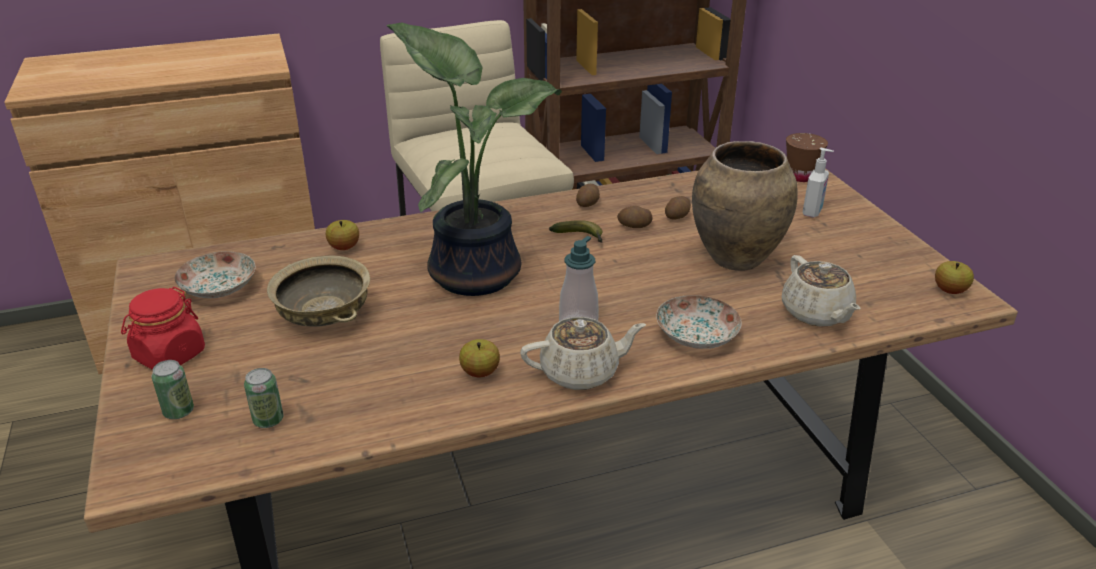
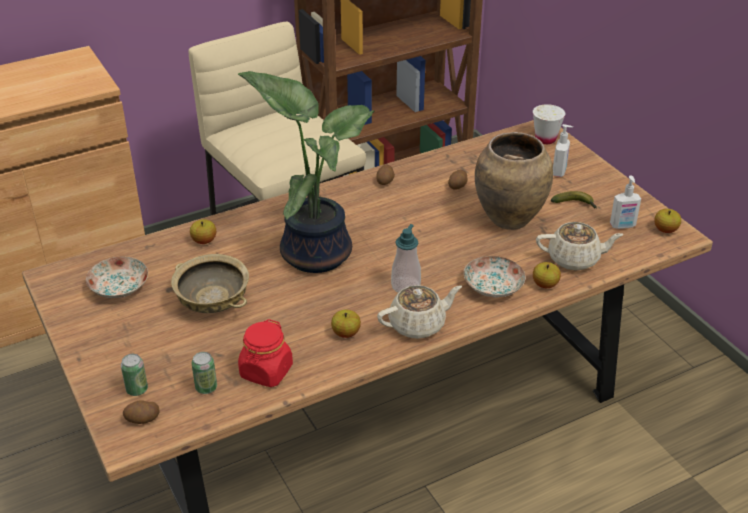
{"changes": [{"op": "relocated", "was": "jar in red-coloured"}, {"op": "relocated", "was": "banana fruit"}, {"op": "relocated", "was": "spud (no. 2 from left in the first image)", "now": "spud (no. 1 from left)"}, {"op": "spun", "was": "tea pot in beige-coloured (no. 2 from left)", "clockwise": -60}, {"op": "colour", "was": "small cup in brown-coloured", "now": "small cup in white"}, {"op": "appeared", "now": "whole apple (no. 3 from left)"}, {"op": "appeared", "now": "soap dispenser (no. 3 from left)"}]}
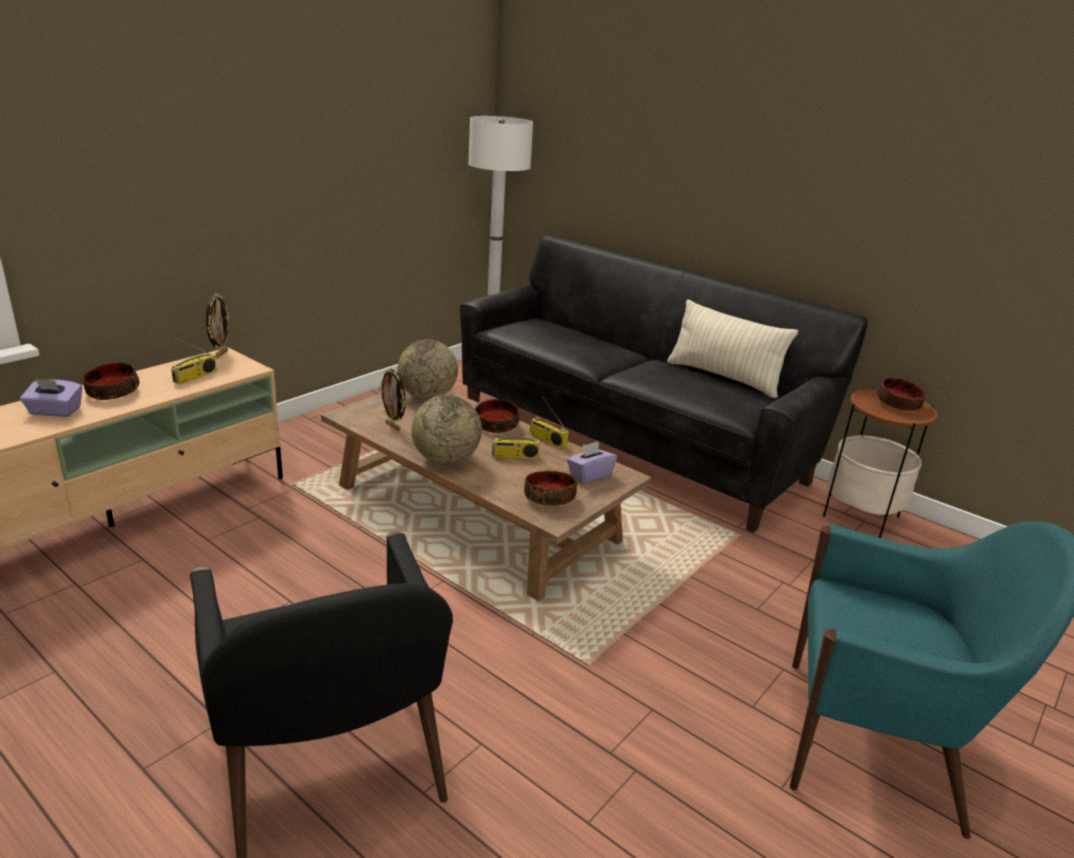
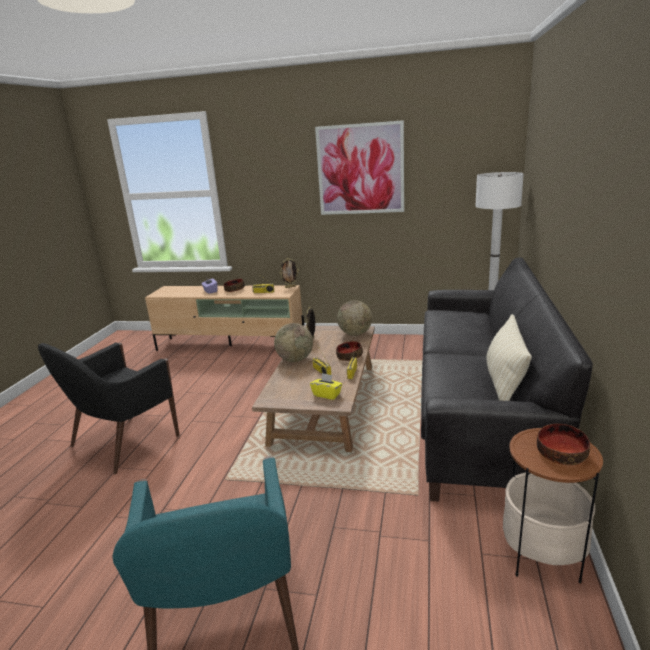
{"changes": [{"op": "missing", "was": "serving bowl (no. 3 from left)"}, {"op": "colour", "was": "tissue box in purplish (no. 2 from left)", "now": "tissue box in yellowish"}, {"op": "appeared", "now": "wall picture"}]}
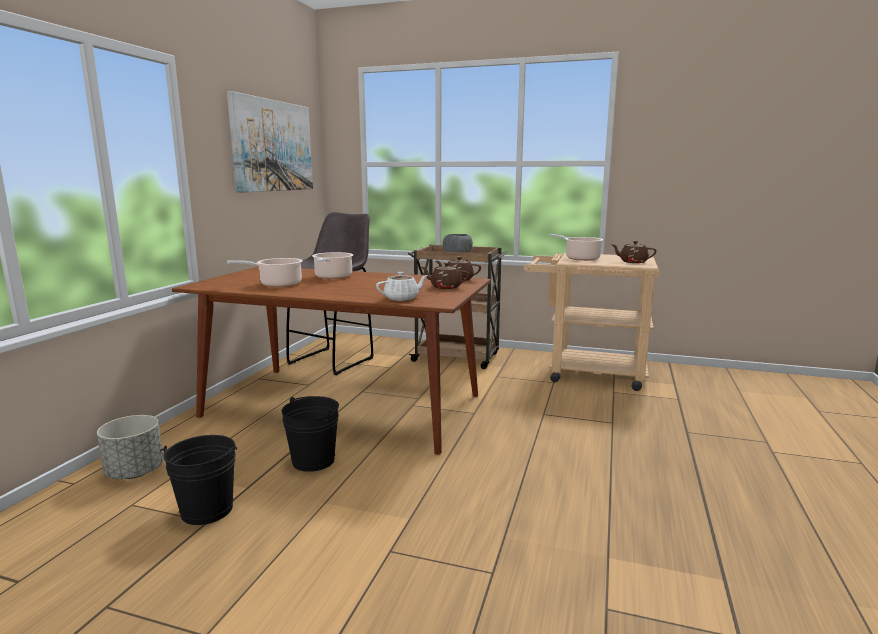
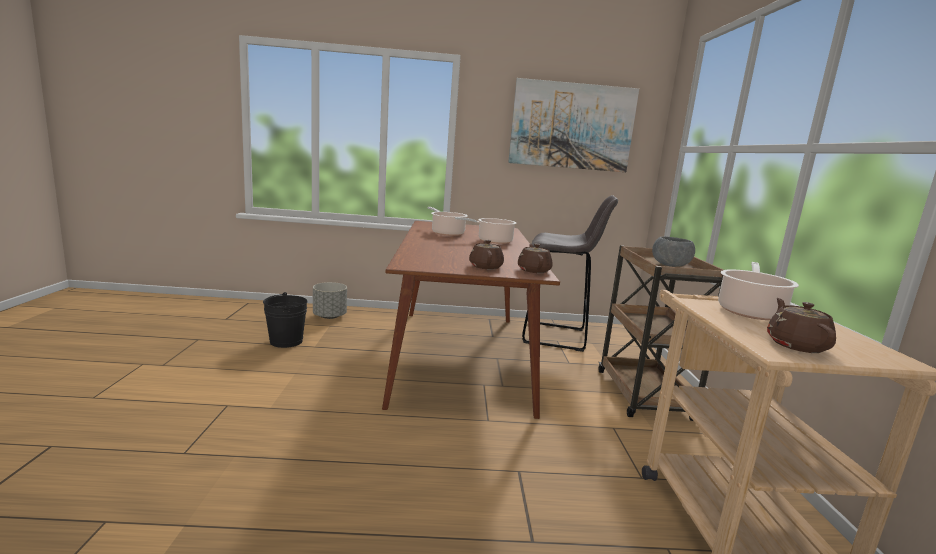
{"changes": [{"op": "missing", "was": "pail in blackish (no. 2 from left)"}, {"op": "missing", "was": "tea pot in white"}]}
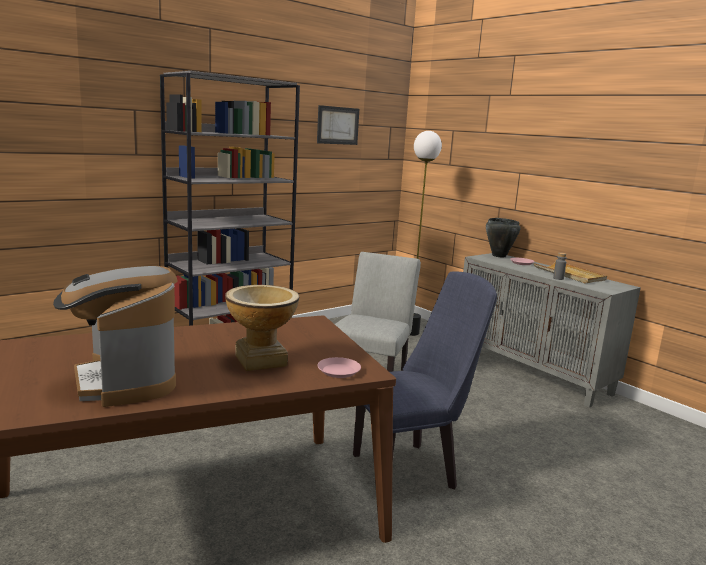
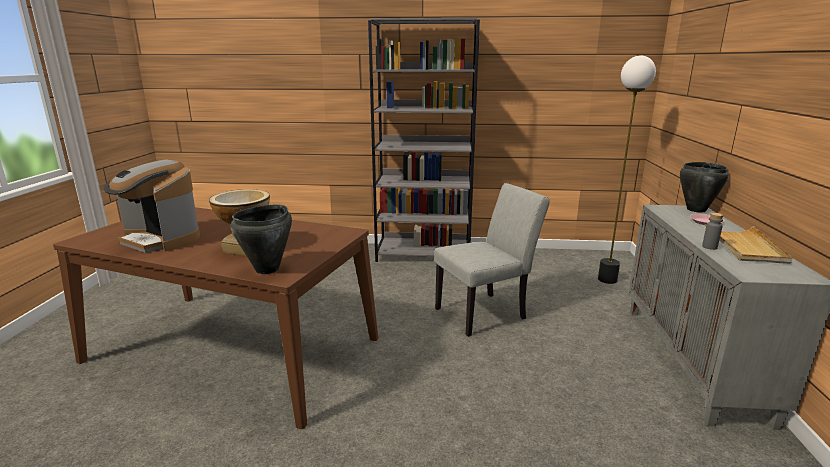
{"changes": [{"op": "spun", "was": "coffee maker", "clockwise": -75}, {"op": "missing", "was": "wall picture"}, {"op": "exchanged", "was": "plate in pink (no. 1 from left)", "now": "cooking pot in blackish (no. 1 from left)"}, {"op": "missing", "was": "plain chair in blue-coloured"}]}
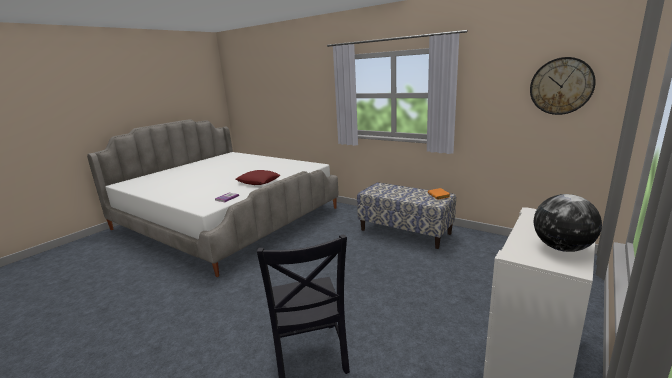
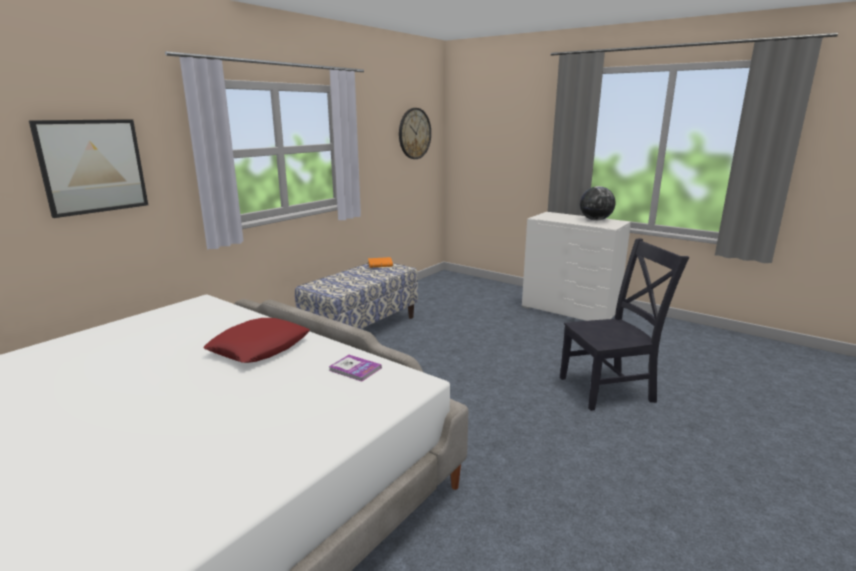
{"changes": [{"op": "appeared", "now": "wall picture"}]}
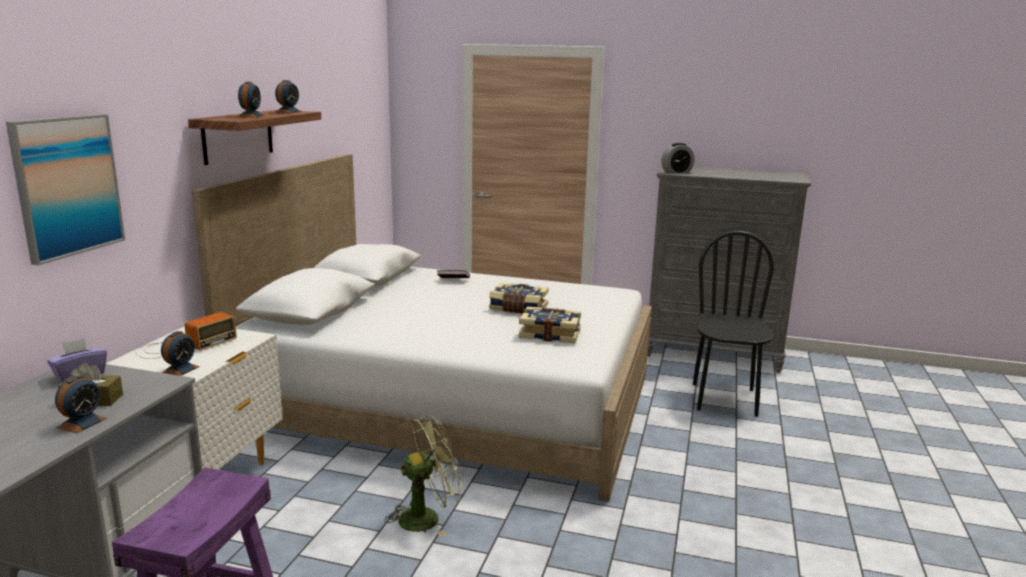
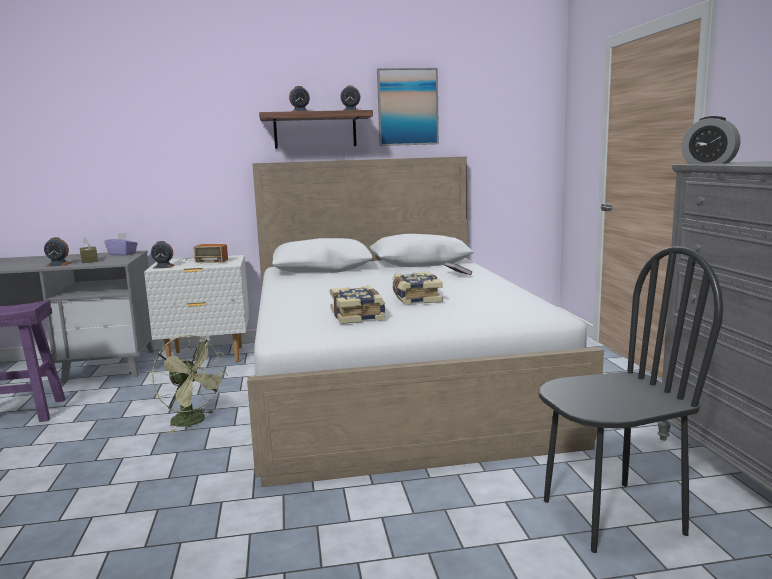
{"changes": [{"op": "relocated", "was": "wall picture"}]}
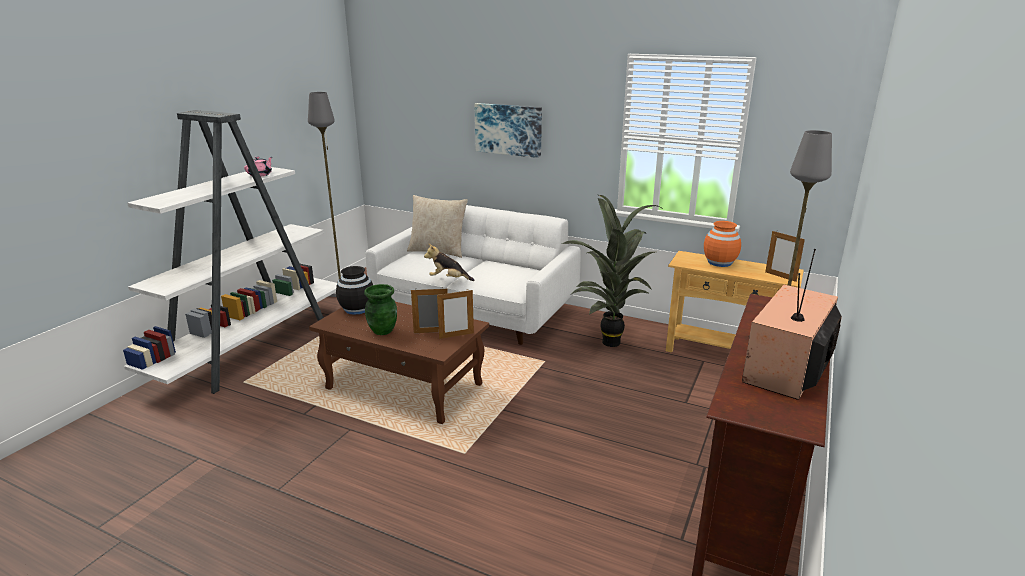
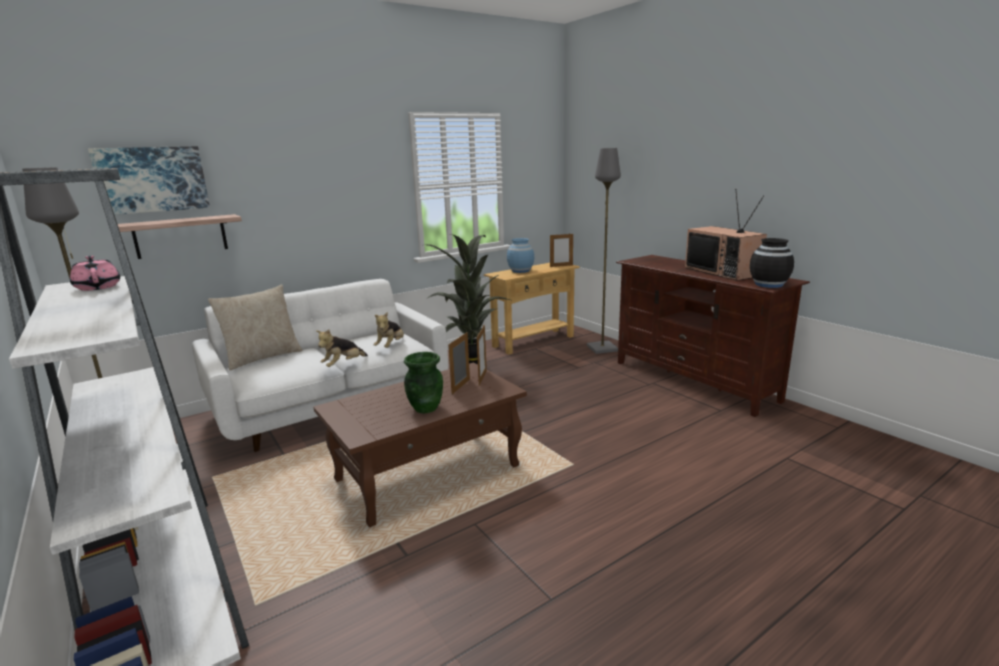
{"changes": [{"op": "relocated", "was": "vase in blackish"}, {"op": "relocated", "was": "wall picture"}, {"op": "colour", "was": "vase in orangey", "now": "vase in blue-coloured"}, {"op": "appeared", "now": "wall shelf"}, {"op": "appeared", "now": "plush toy (no. 2 from left)"}]}
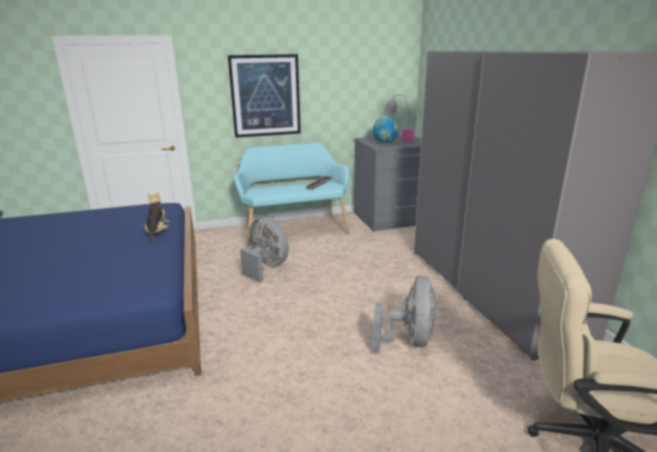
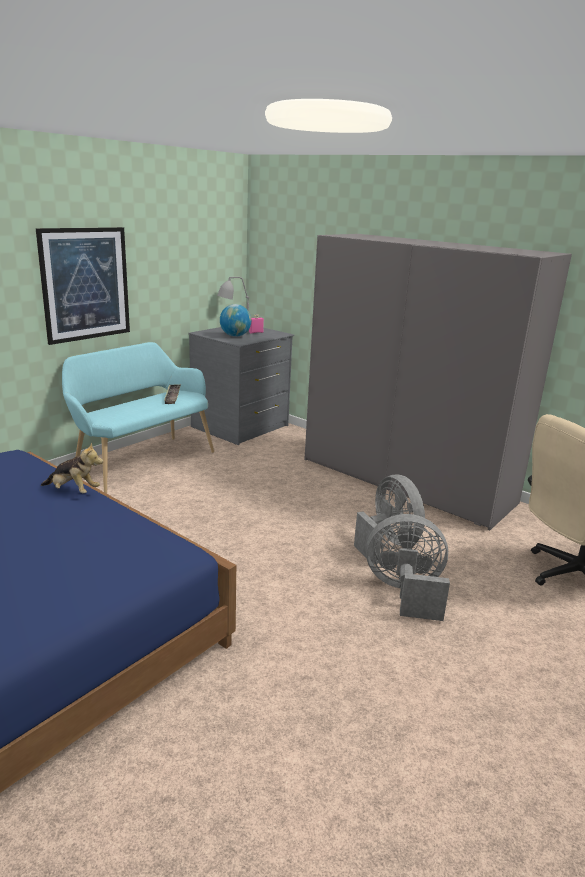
{"changes": [{"op": "spun", "was": "plush toy", "clockwise": 150}, {"op": "relocated", "was": "cooling fan in grey (no. 1 from left in the first image)", "now": "cooling fan in grey (no. 2 from left)"}]}
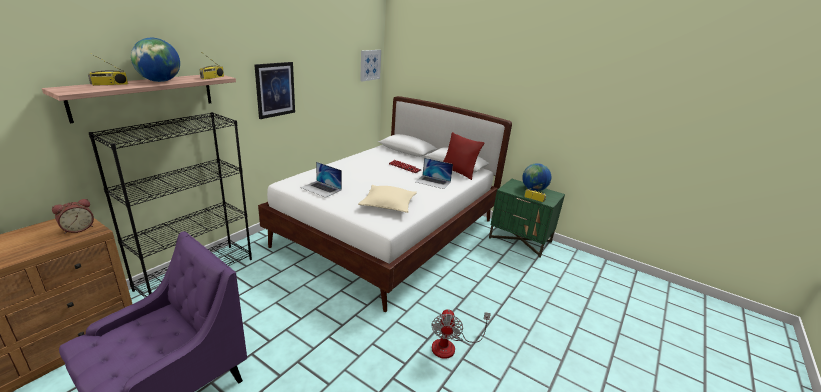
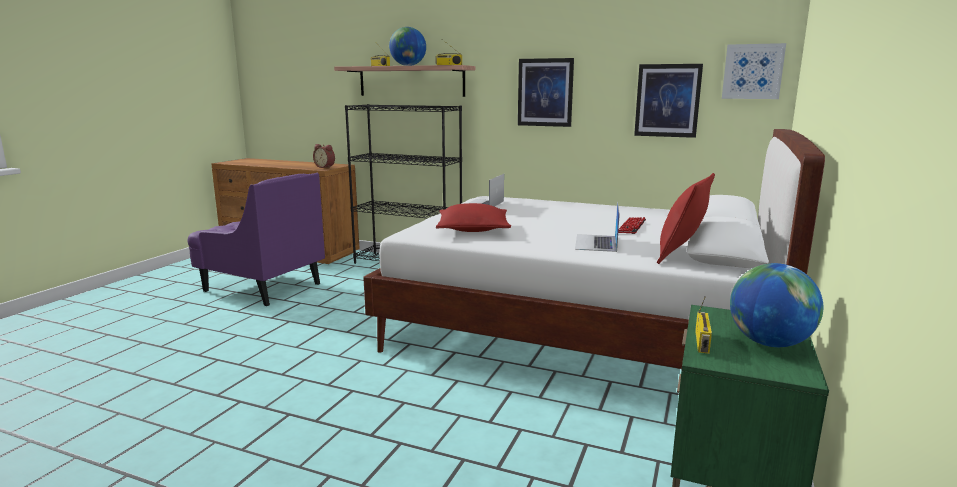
{"changes": [{"op": "colour", "was": "pillow in beige-coloured", "now": "pillow in red-coloured (no. 1 from left)"}, {"op": "missing", "was": "cooling fan"}, {"op": "appeared", "now": "wall picture (no. 2 from left)"}]}
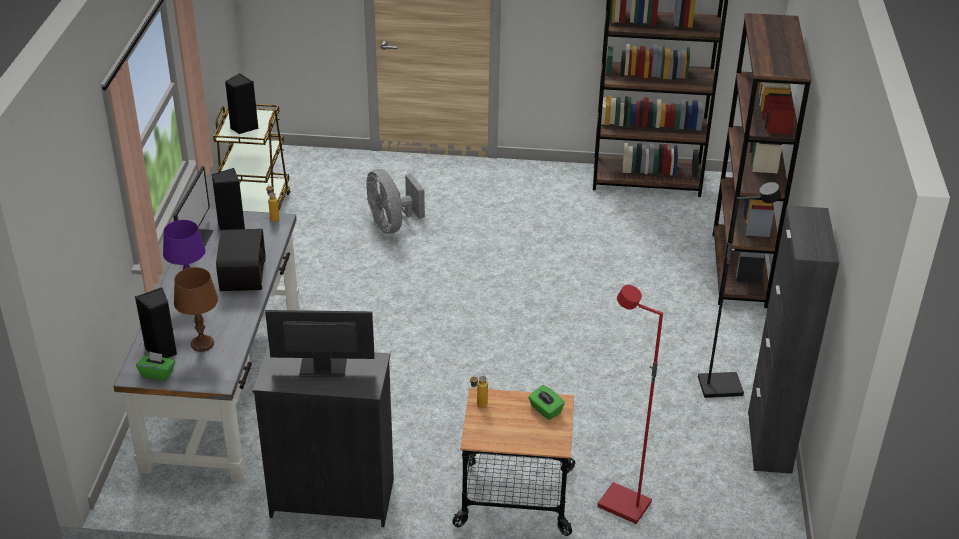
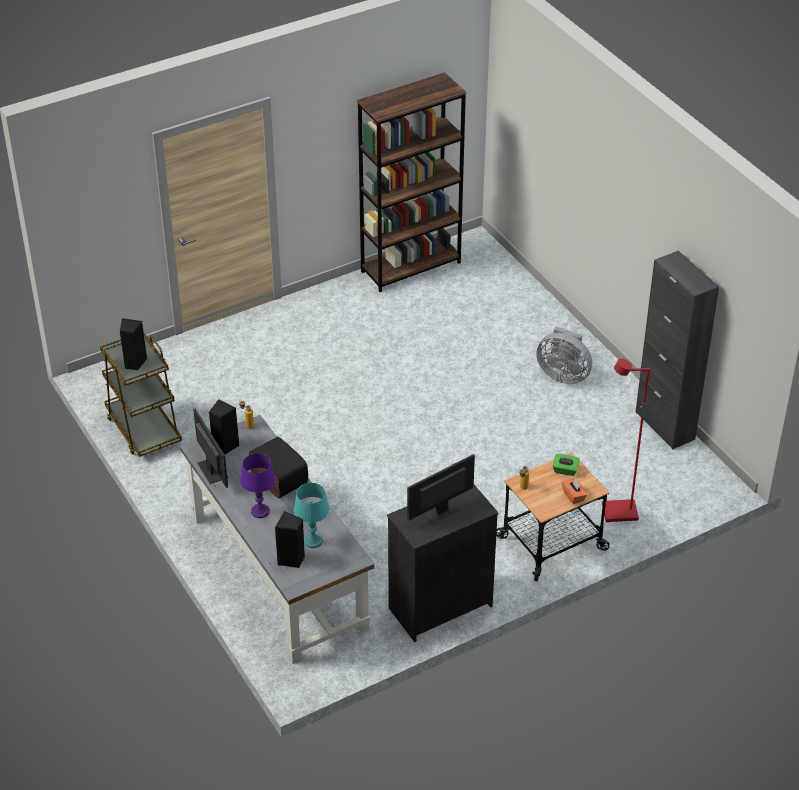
{"changes": [{"op": "missing", "was": "tissue box in green-coloured (no. 1 from left)"}, {"op": "colour", "was": "table lamp in brown-coloured", "now": "table lamp in turquoise-coloured"}, {"op": "relocated", "was": "cooling fan in grey"}, {"op": "missing", "was": "standard lamp in blackish"}, {"op": "missing", "was": "bookcase in brown-coloured (no. 2 from left)"}, {"op": "appeared", "now": "tissue box in orangey"}]}
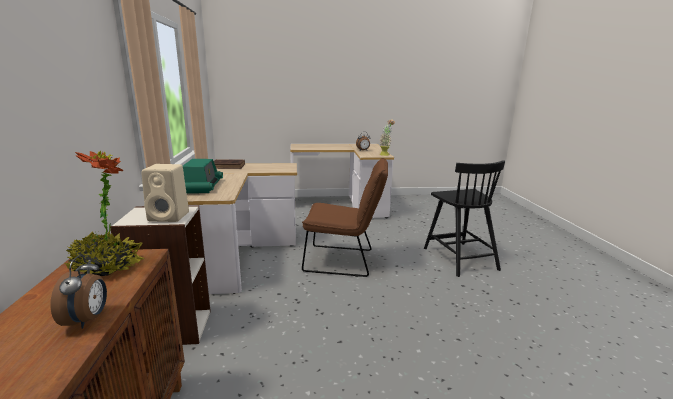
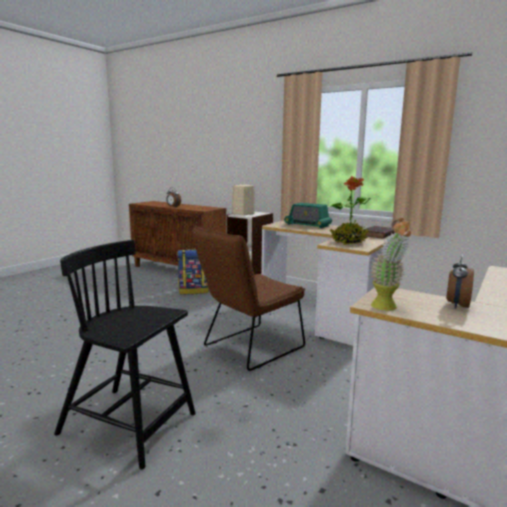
{"changes": [{"op": "relocated", "was": "houseplant (no. 1 from left)"}, {"op": "appeared", "now": "backpack"}]}
